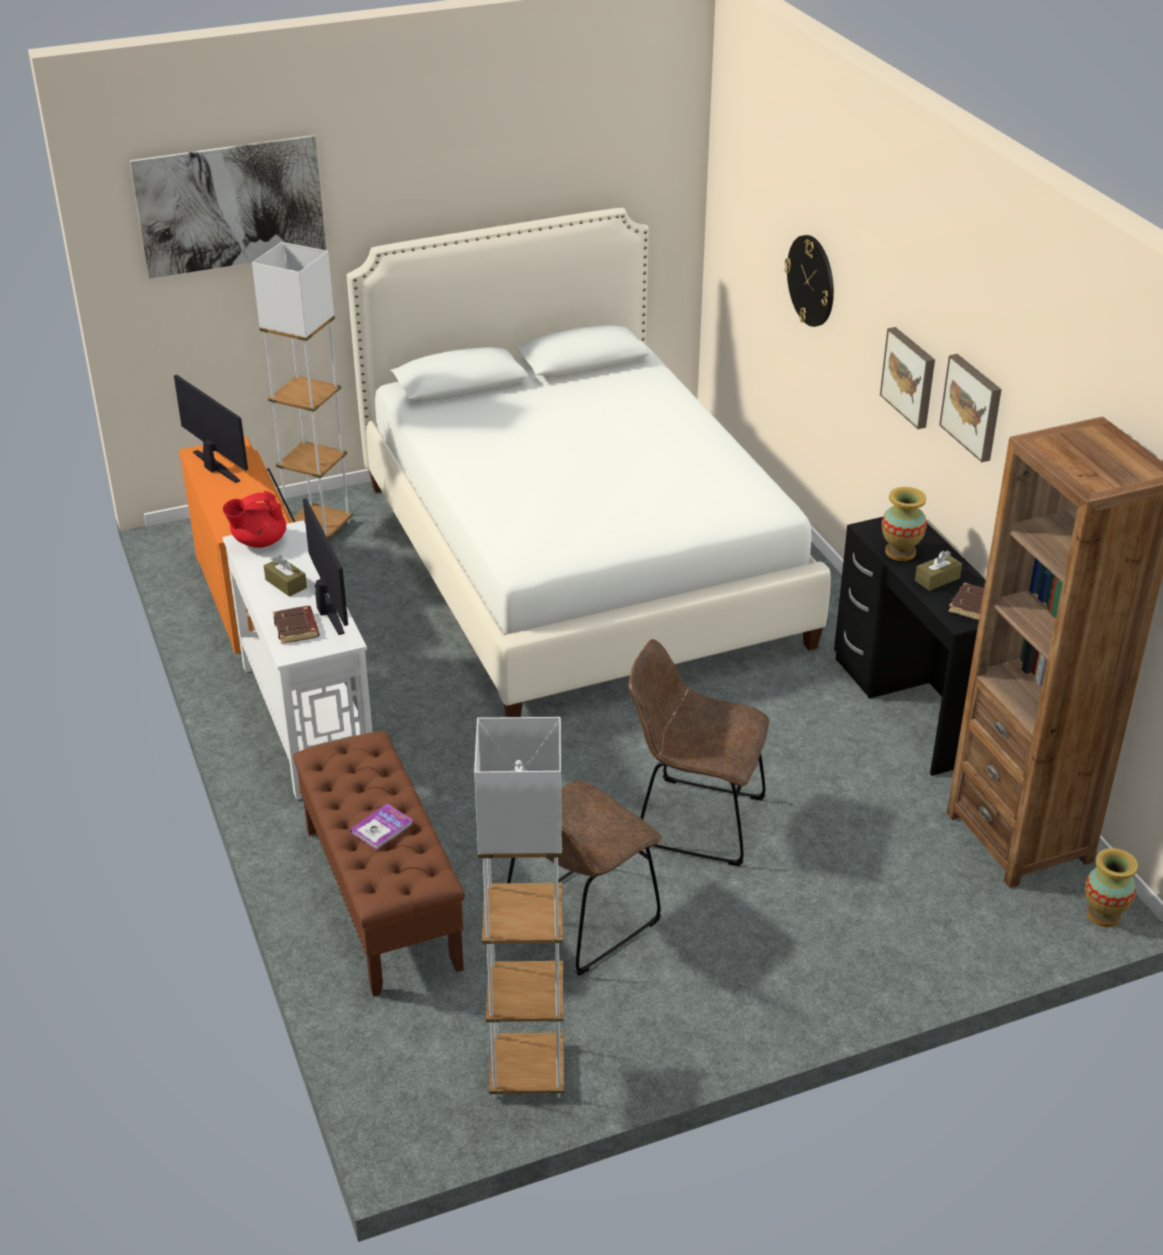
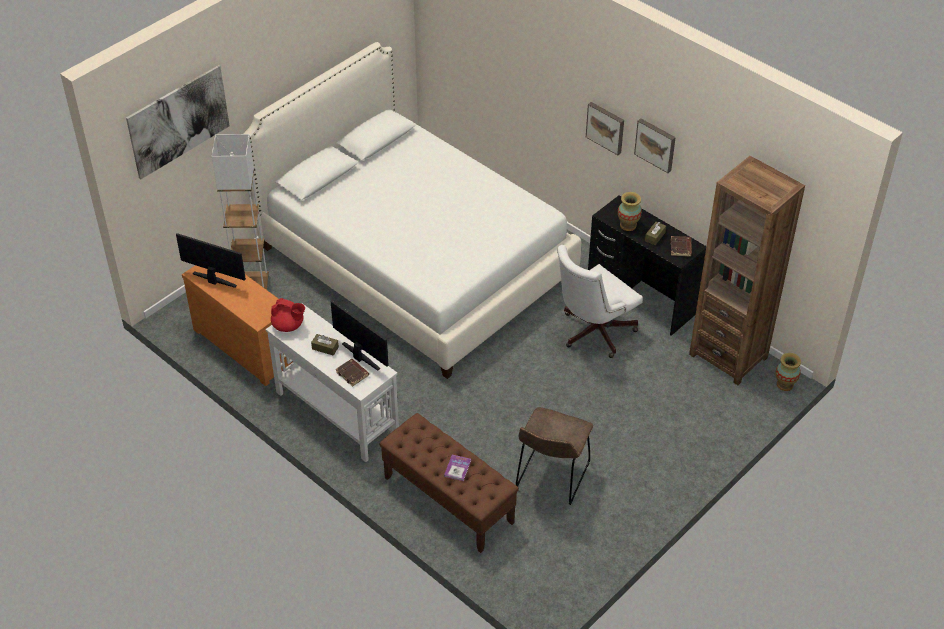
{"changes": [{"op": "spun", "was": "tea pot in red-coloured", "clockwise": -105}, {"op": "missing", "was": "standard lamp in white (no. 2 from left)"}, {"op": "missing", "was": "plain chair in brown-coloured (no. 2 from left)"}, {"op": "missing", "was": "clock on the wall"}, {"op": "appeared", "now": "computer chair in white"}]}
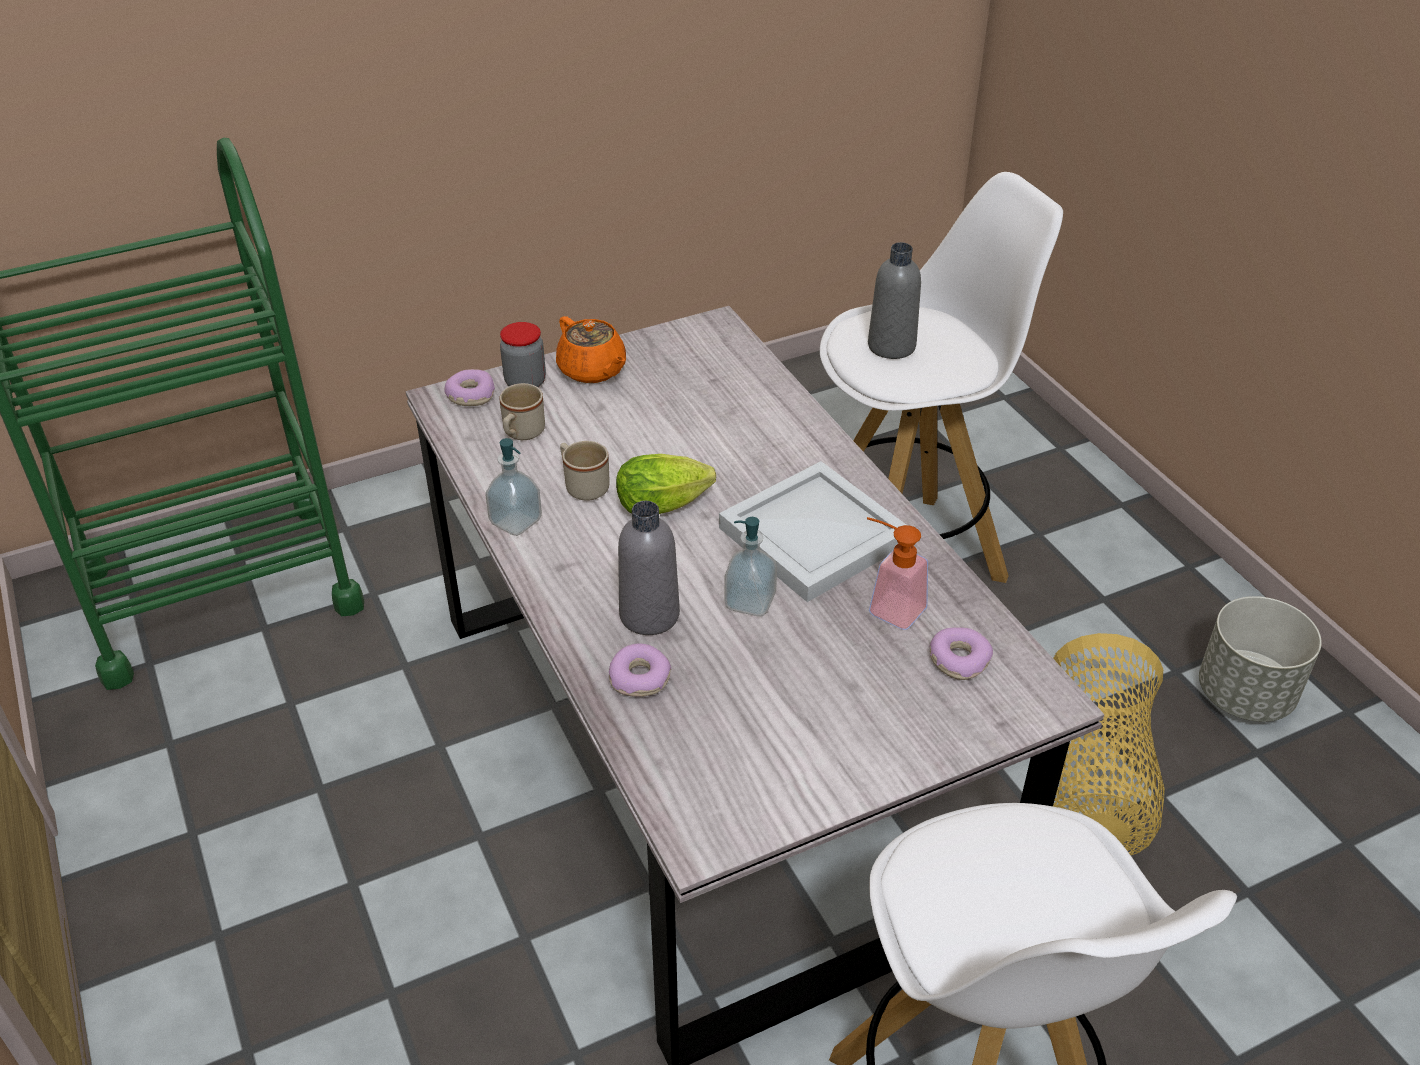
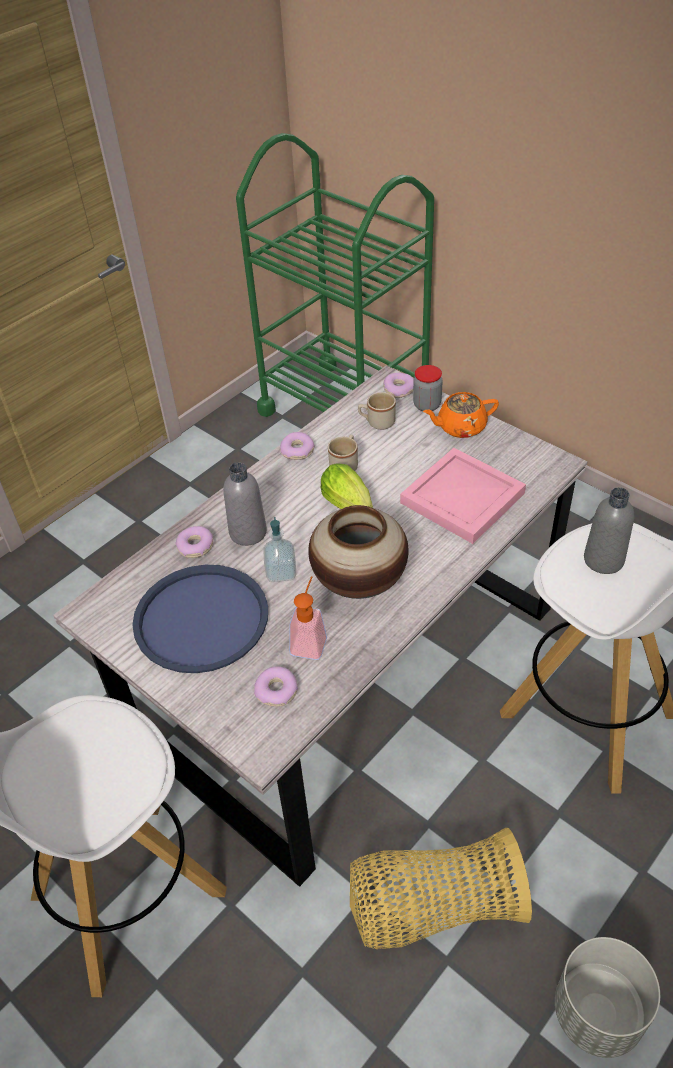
{"changes": [{"op": "exchanged", "was": "soap dispenser (no. 1 from left)", "now": "doughnut (no. 3 from left)"}, {"op": "spun", "was": "tea pot in orangey", "clockwise": 45}, {"op": "exchanged", "was": "tray in white", "now": "vase"}, {"op": "appeared", "now": "tray in blue-coloured"}, {"op": "appeared", "now": "tray in pink"}]}
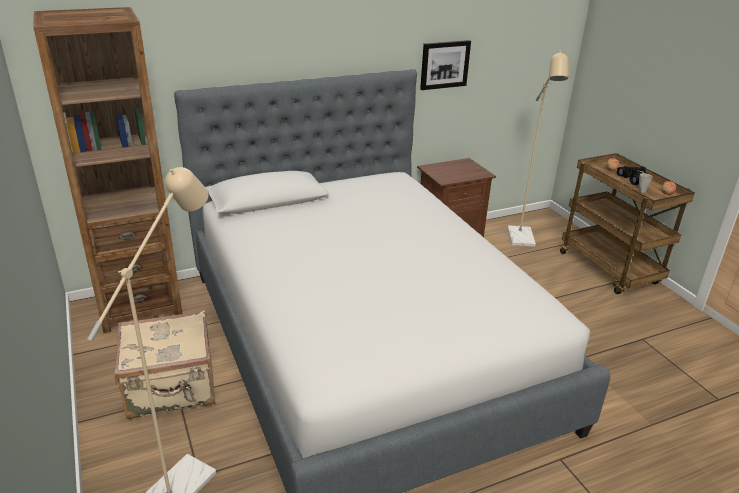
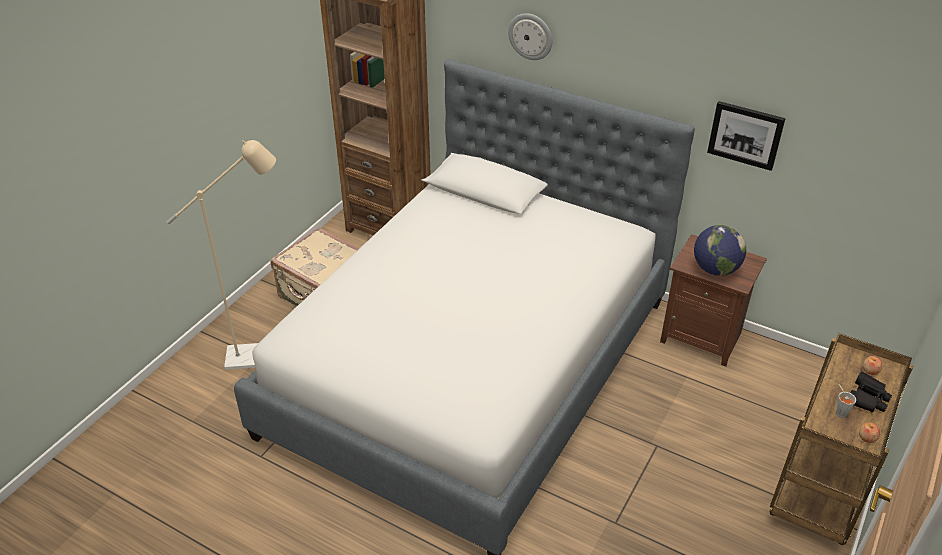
{"changes": [{"op": "missing", "was": "standard lamp in beige-coloured (no. 2 from left)"}, {"op": "appeared", "now": "clock on the wall"}, {"op": "appeared", "now": "world globe"}]}
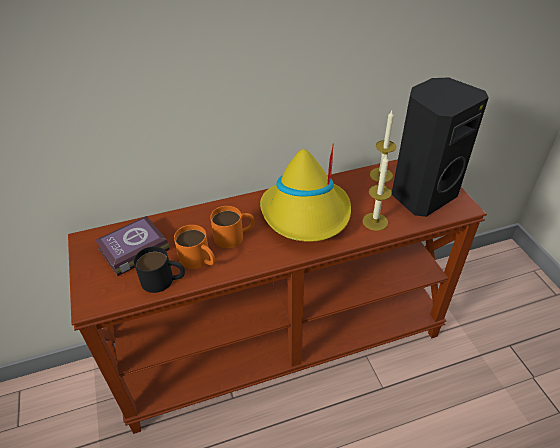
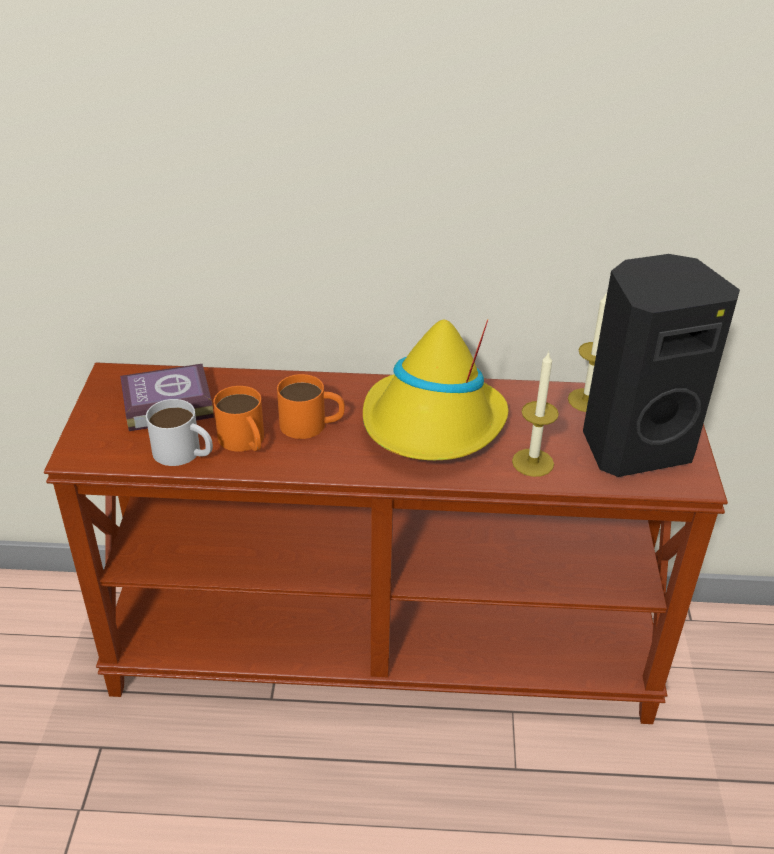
{"changes": [{"op": "colour", "was": "mug in blackish", "now": "mug in white"}]}
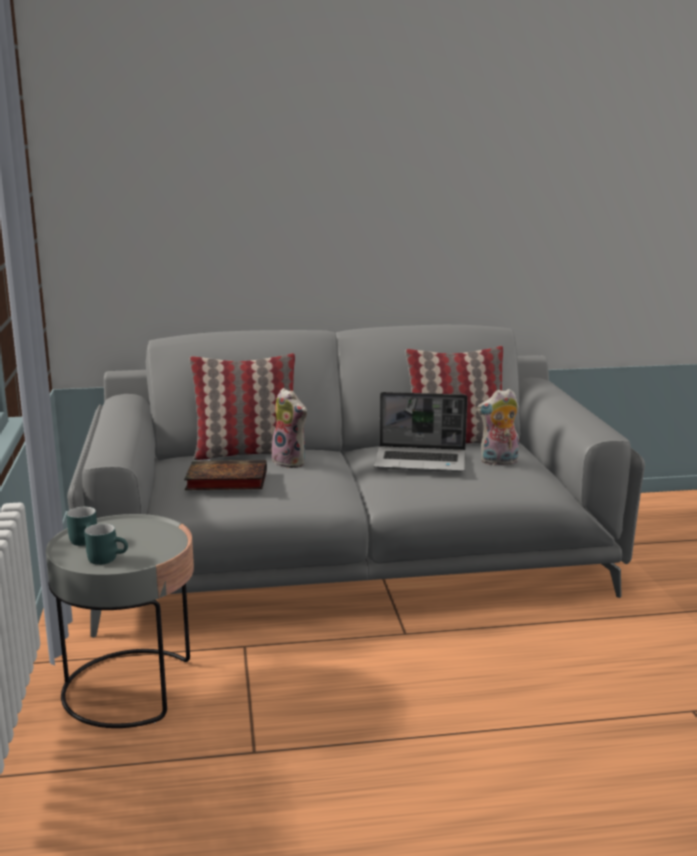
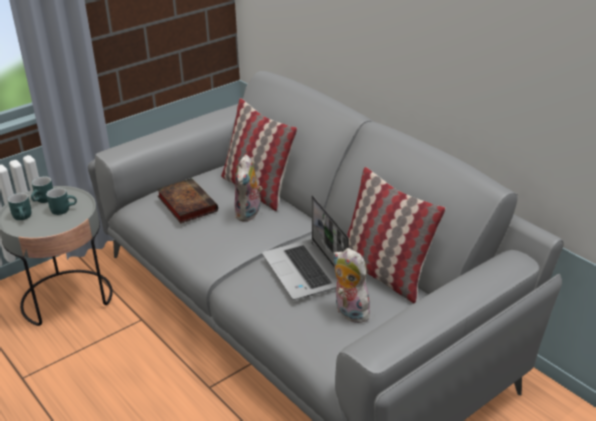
{"changes": [{"op": "appeared", "now": "mug in turquoise-coloured (no. 3 from left)"}]}
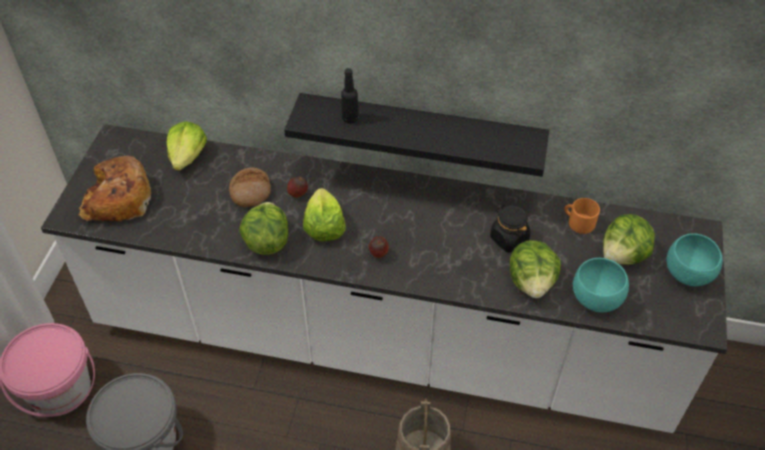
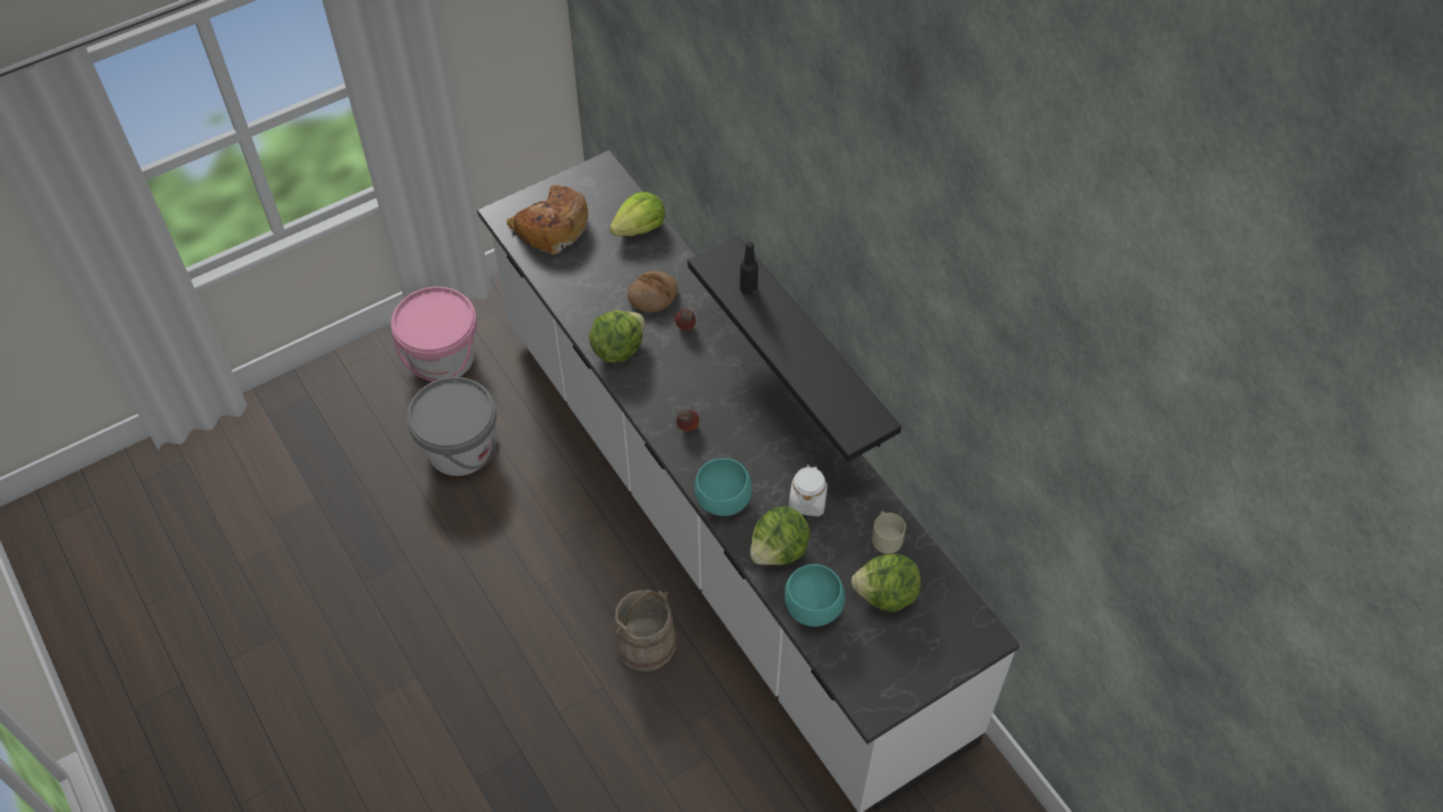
{"changes": [{"op": "missing", "was": "head of lettuce (no. 3 from left)"}, {"op": "colour", "was": "jar in blackish", "now": "jar in white"}, {"op": "colour", "was": "mug in orangey", "now": "mug in beige-coloured"}, {"op": "relocated", "was": "serving bowl in turquoise-coloured (no. 2 from left in the first image)", "now": "serving bowl in turquoise-coloured (no. 1 from left)"}]}
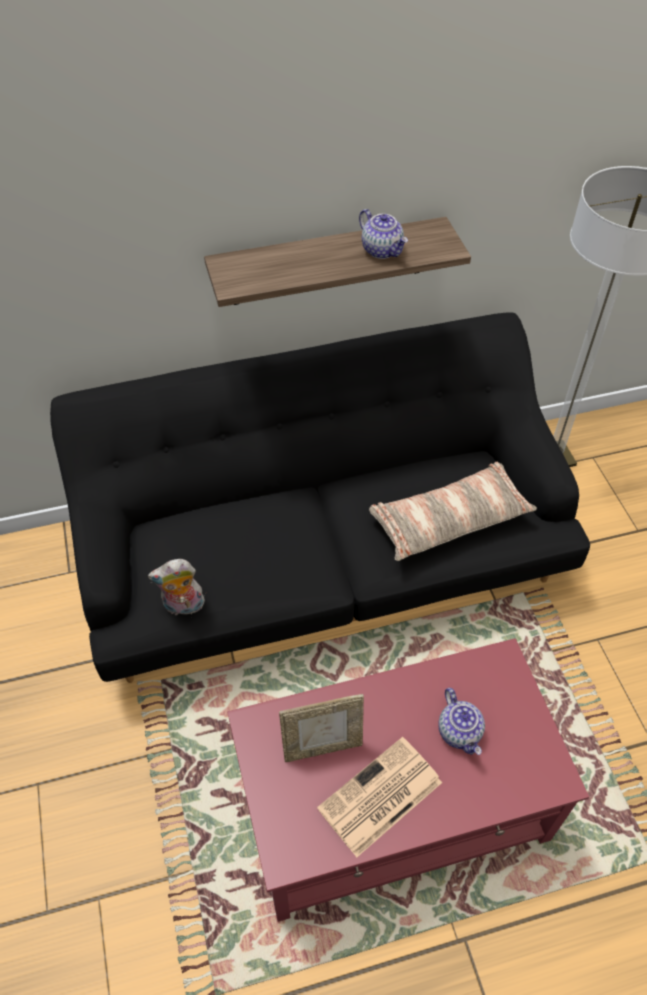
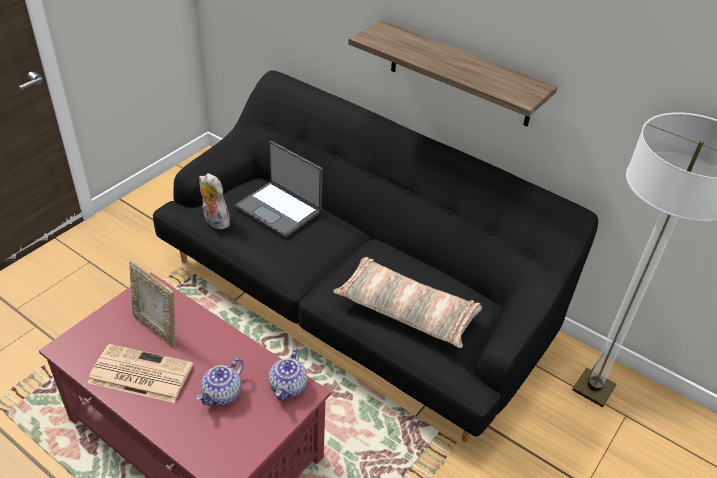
{"changes": [{"op": "relocated", "was": "tea pot (no. 1 from left in the first image)", "now": "tea pot (no. 2 from left)"}, {"op": "appeared", "now": "notebook computer"}]}
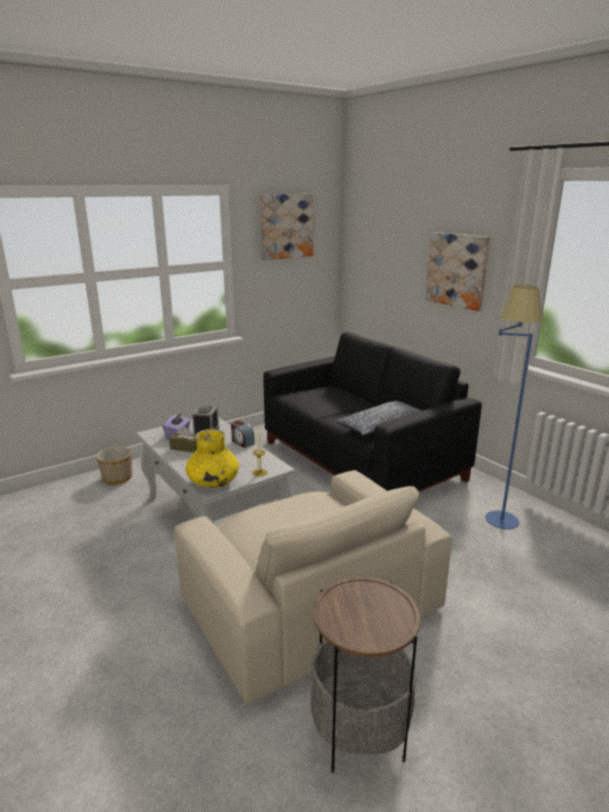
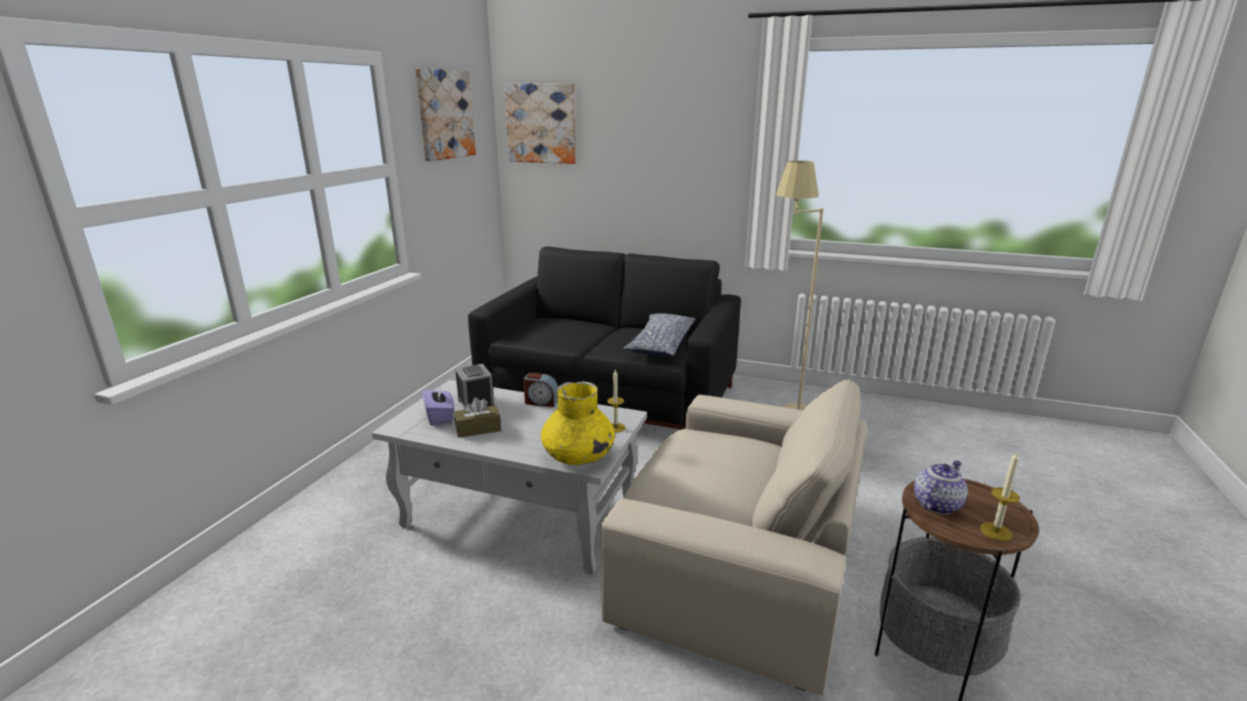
{"changes": [{"op": "missing", "was": "flower pot"}, {"op": "relocated", "was": "wall picture (no. 2 from left)"}, {"op": "colour", "was": "standard lamp in blue-coloured", "now": "standard lamp in beige-coloured"}, {"op": "appeared", "now": "tea pot"}, {"op": "appeared", "now": "wax candle (no. 2 from left)"}]}
